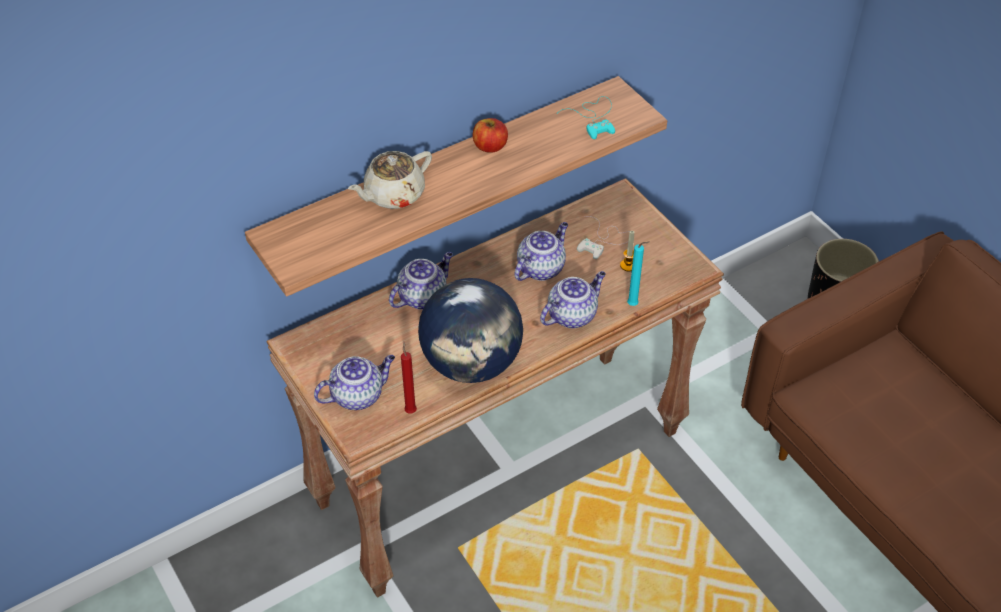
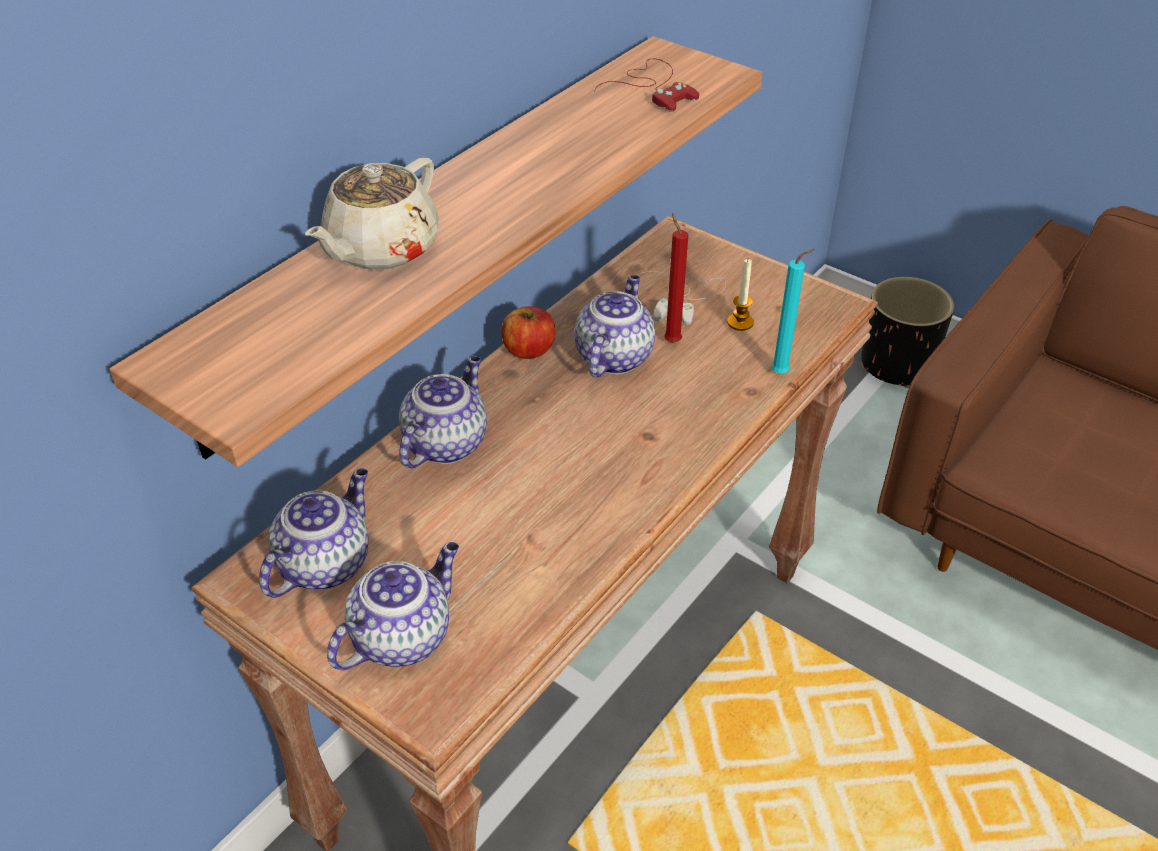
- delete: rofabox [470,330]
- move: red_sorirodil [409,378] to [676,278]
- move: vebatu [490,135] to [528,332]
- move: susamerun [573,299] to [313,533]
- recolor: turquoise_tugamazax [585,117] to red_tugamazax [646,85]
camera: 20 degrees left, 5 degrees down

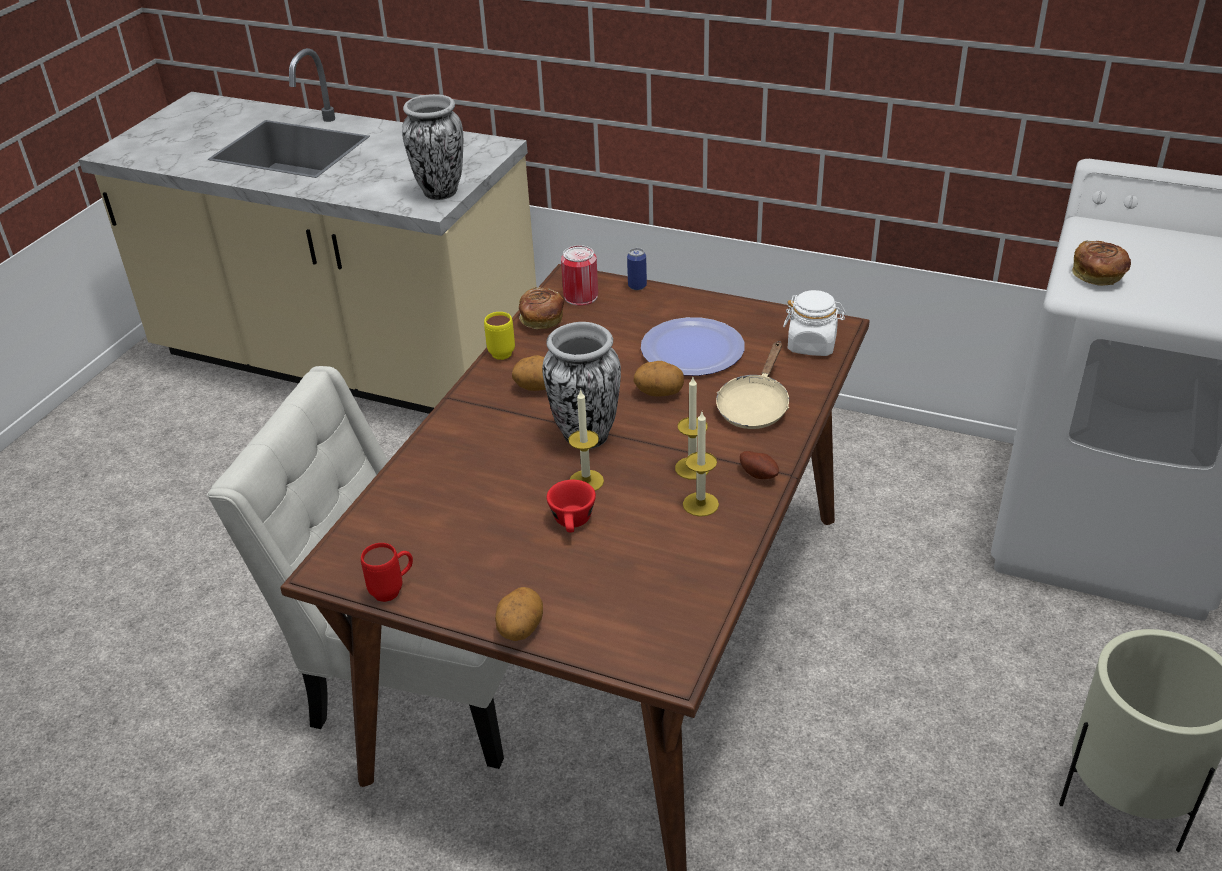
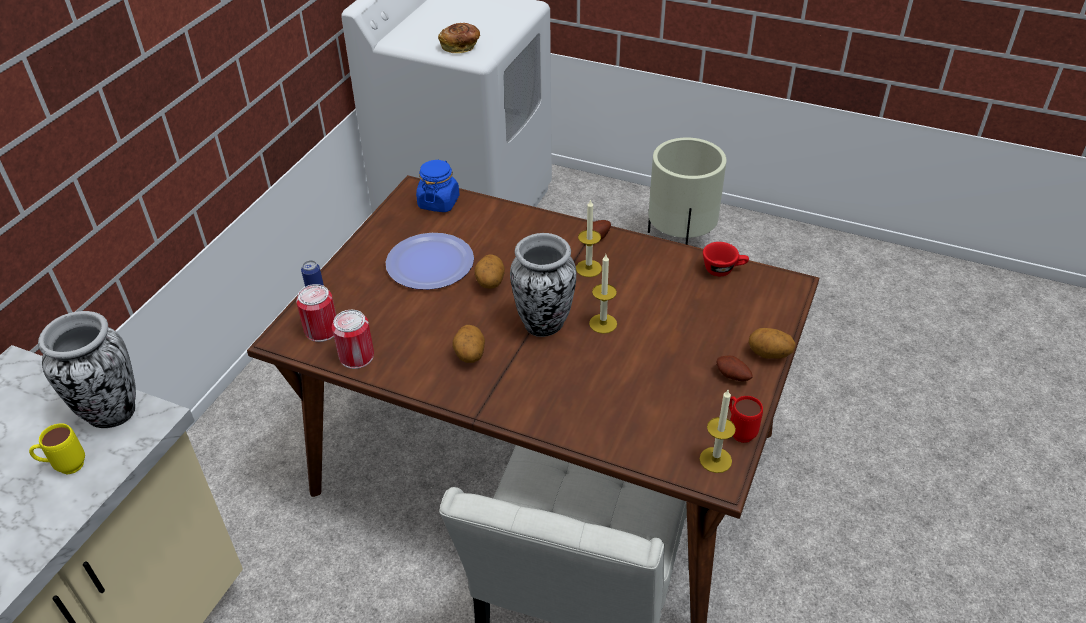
- delete: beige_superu [752,385]
- insert: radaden [734,368]
- move: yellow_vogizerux [499,336] to [57,448]
- move: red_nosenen [571,506] to [726,259]
- move: sorirodil [701,464] to [718,431]
- replace: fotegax [541,308] to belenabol [353,339]
- recolor: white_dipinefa [814,323] to blue_dipinefa [438,185]
camera: 90 degrees left, 5 degrees up

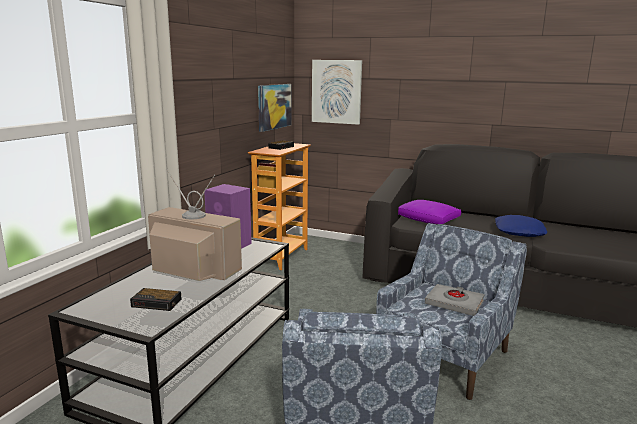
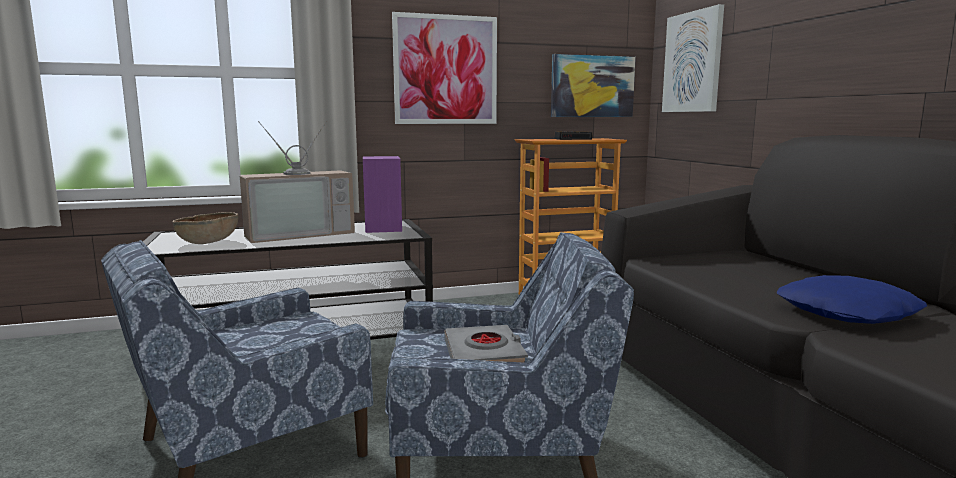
- delete: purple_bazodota [429,212]
- insert: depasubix [444,68]
- replace: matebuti [156,299] to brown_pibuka [205,228]
- rotate: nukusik [195,225] = [297,182] 75 degrees clockwise
camera: 50 degrees right, 5 degrees down

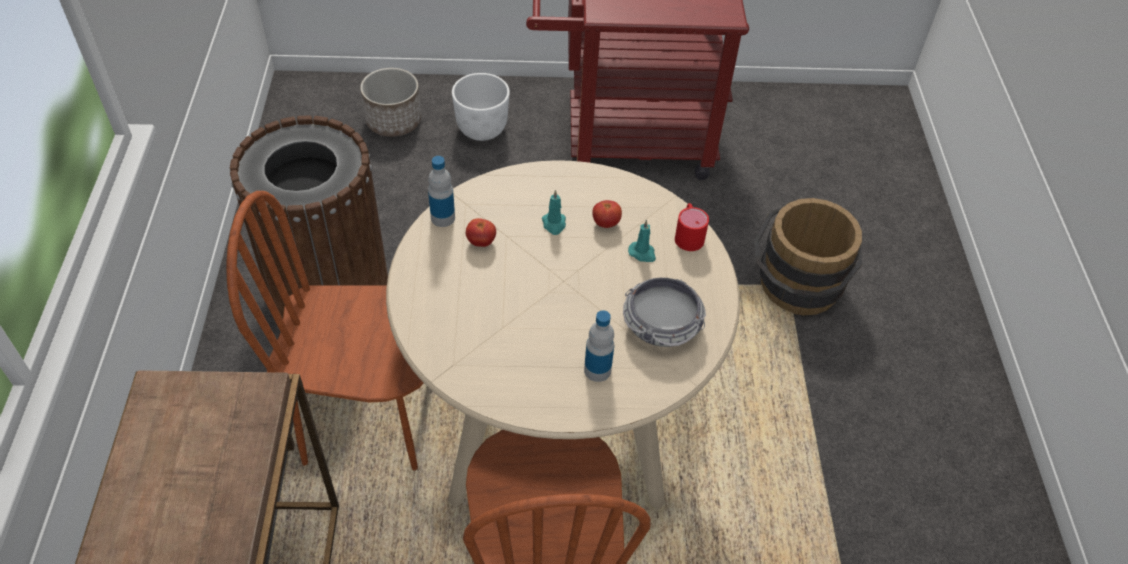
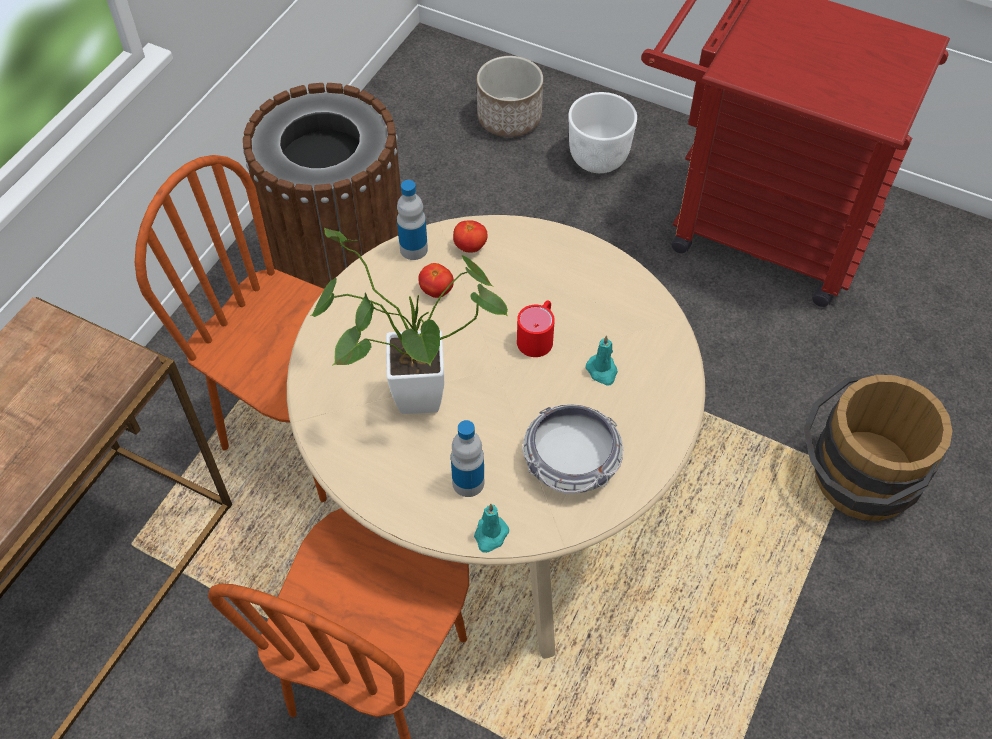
- insert: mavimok [409,321]
- move: turquoise_sorirodil [554,212] to [491,528]
- move: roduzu [607,214] to [470,236]
- move: red_vogizerux [692,227] to [536,328]
camera: 30 degrees right, 5 degrees up

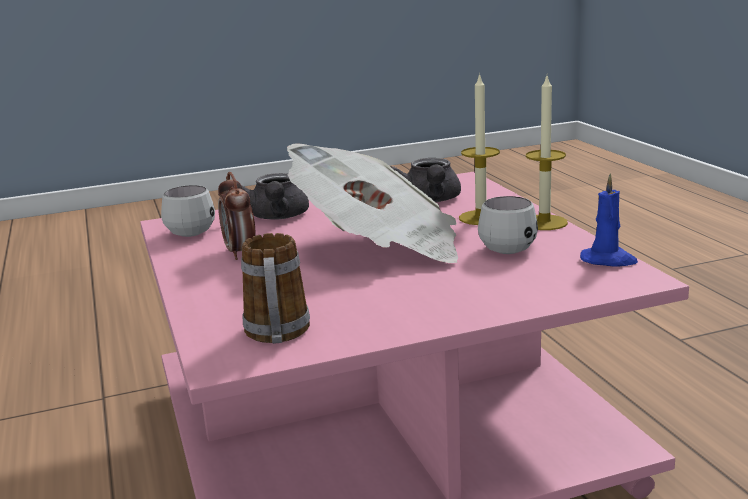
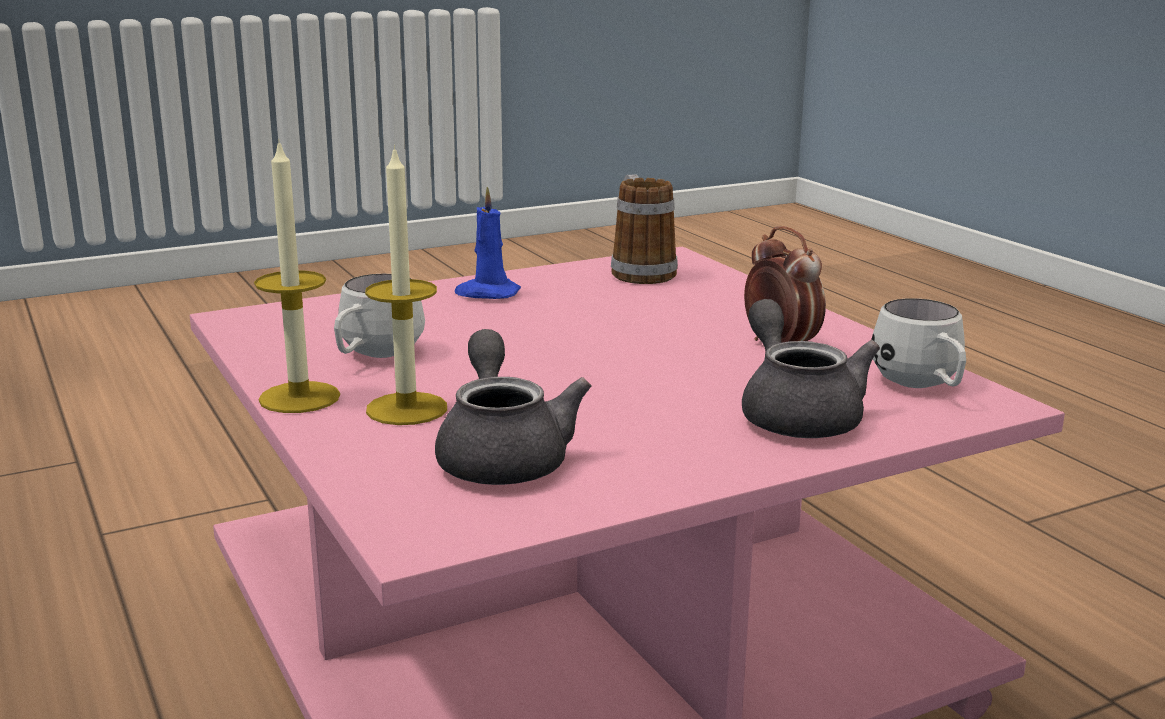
- delete: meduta [372,203]
- move: blue_sorirodil [609,220] to [488,243]
camera: 170 degrees right, 0 degrees up

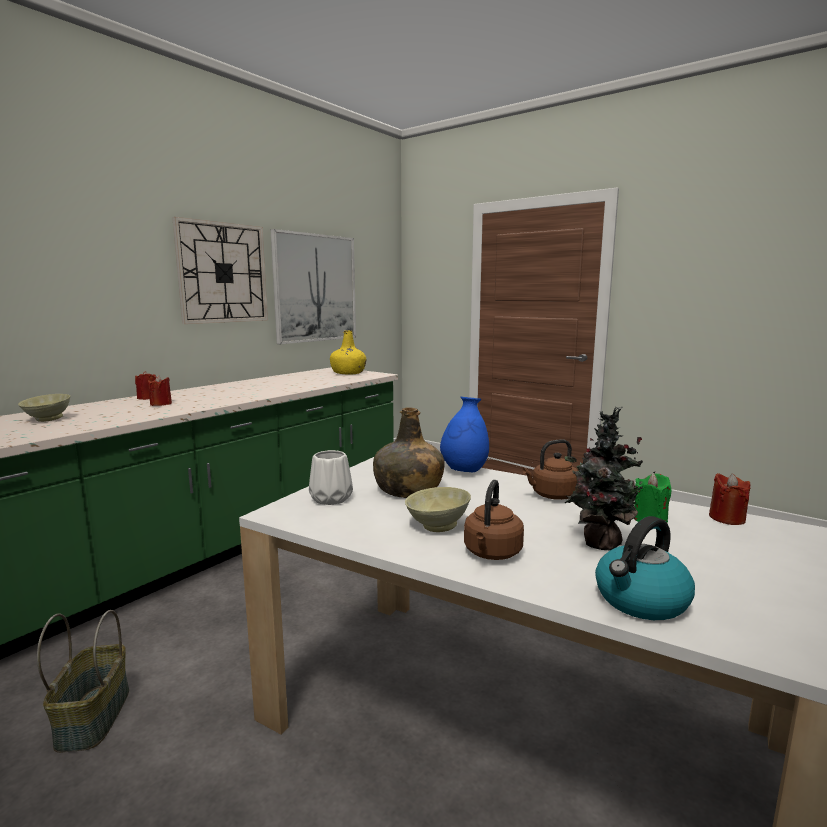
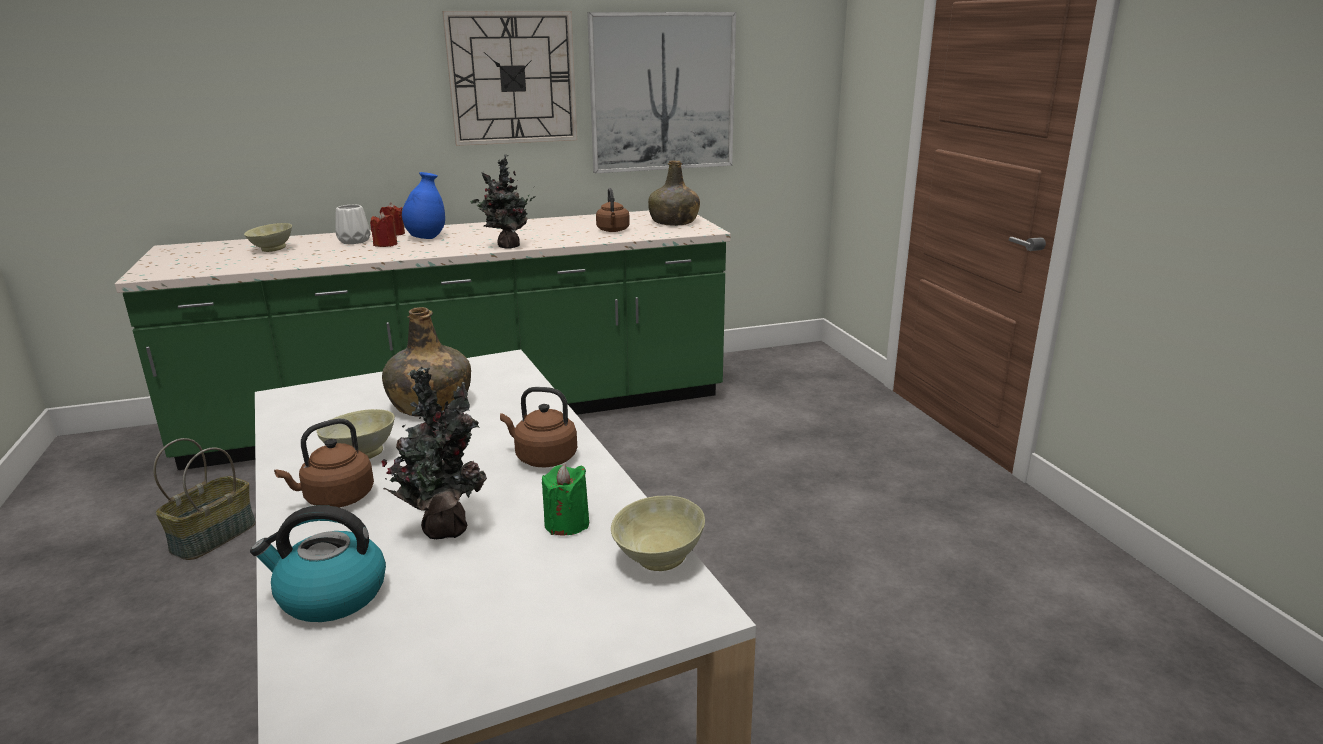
- insert: mavimok [502,201]
- insert: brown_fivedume [613,210]
- move: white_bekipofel [331,477] to [353,224]
- move: blue_bekipofel [464,434] to [423,205]
- replace: red_sorirodil [729,499] to beige_pibuka [658,533]
- recolor: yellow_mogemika [348,352] to green_mogemika [674,193]
camera: 35 degrees right, 10 degrees up

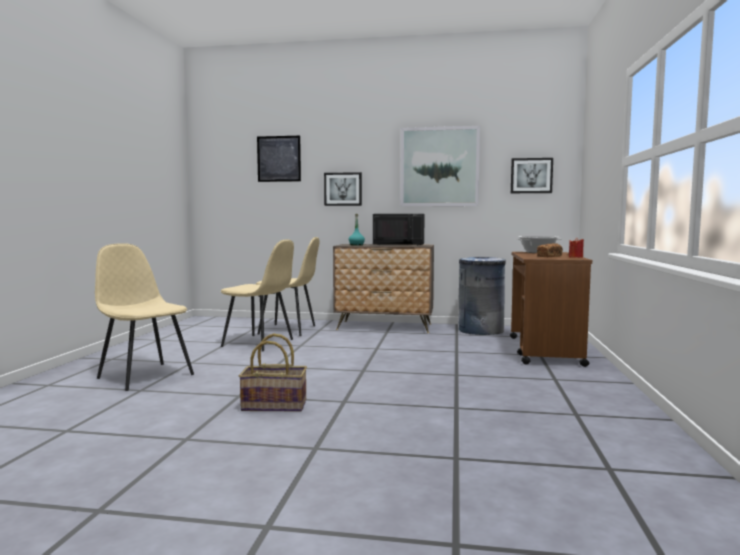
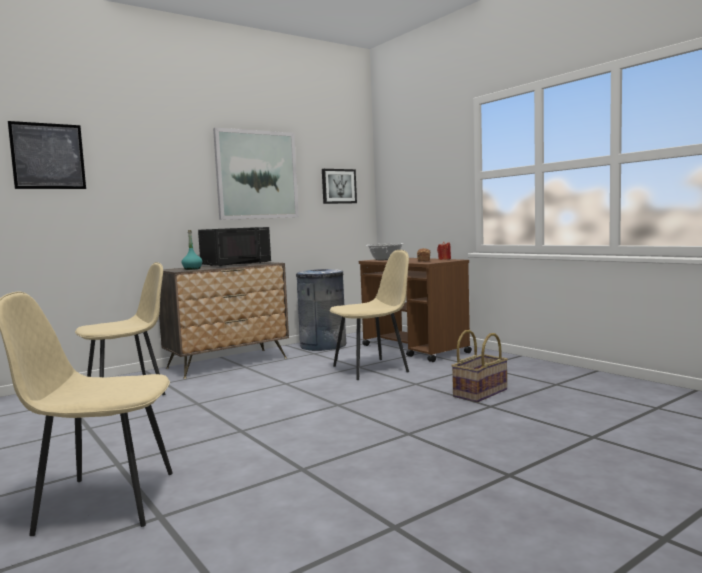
- delete: depasubix [343,189]
- move: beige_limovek [257,295] to [369,315]
- move: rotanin [273,372] to [479,366]
camera: 45 degrees left, 0 degrees up

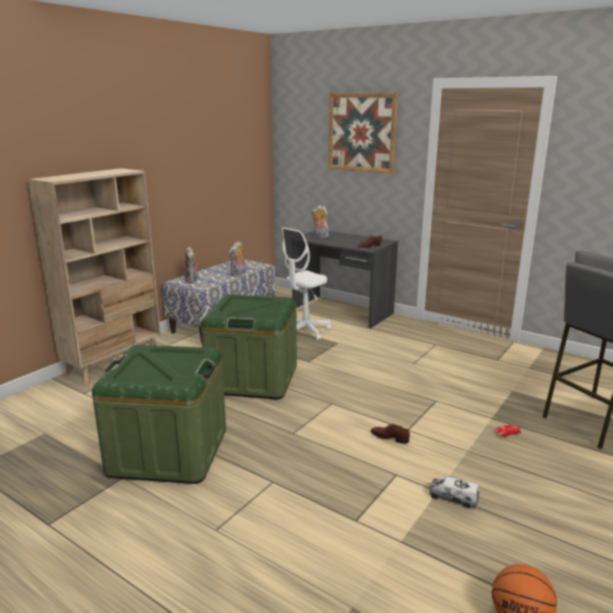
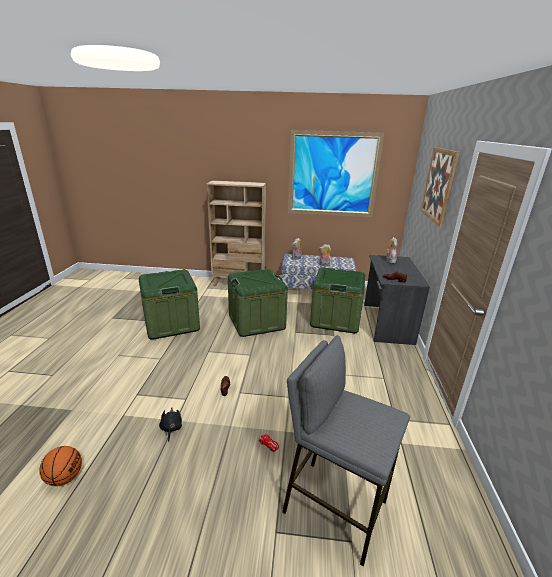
- insert: depasubix [336,173]
- replace: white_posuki [306,284] to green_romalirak [337,300]
- replace: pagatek [454,492] to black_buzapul [170,425]
camera: 60 degrees right, 5 degrees up

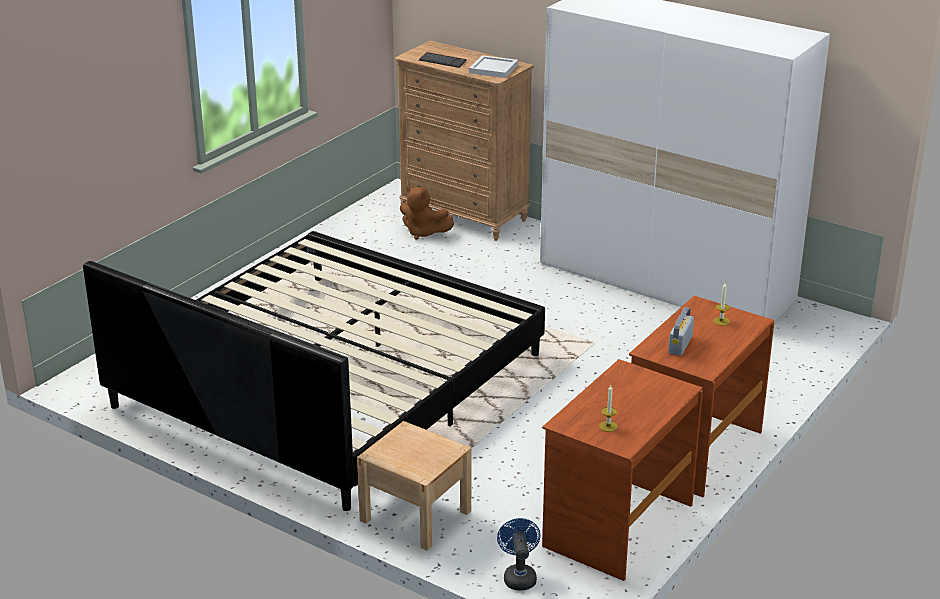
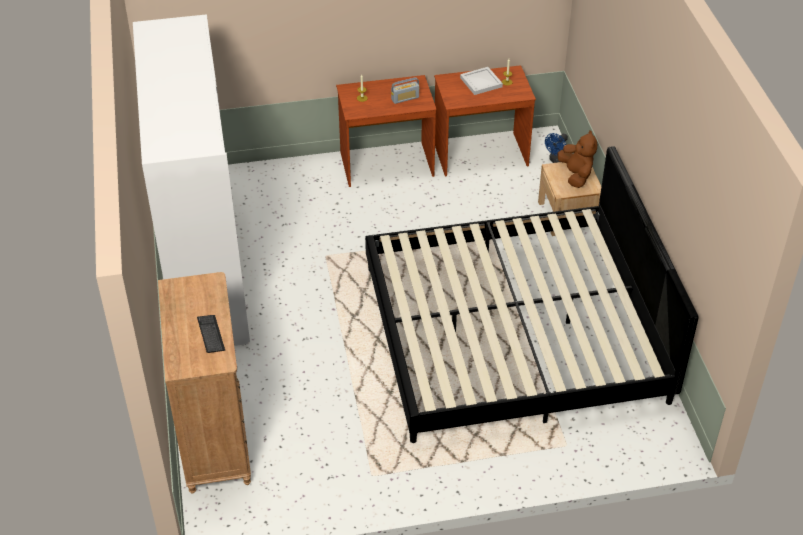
- move: brown_buzapul [427,213] to [577,159]
- move: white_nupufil [493,66] to [481,81]
camera: 135 degrees left, 15 degrees up

